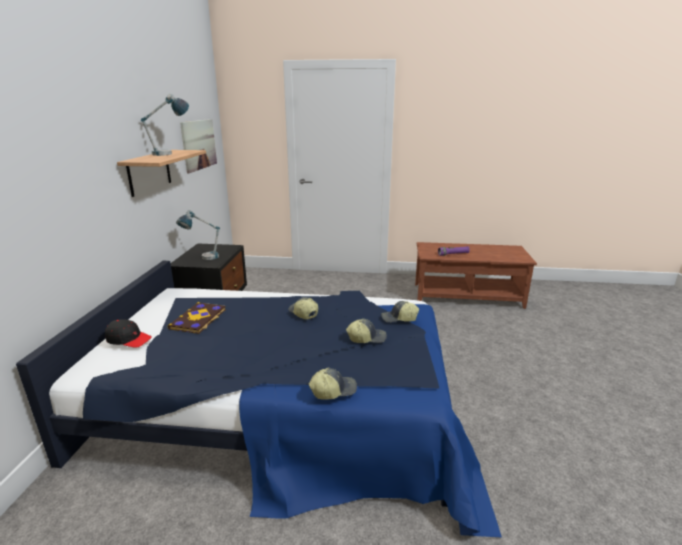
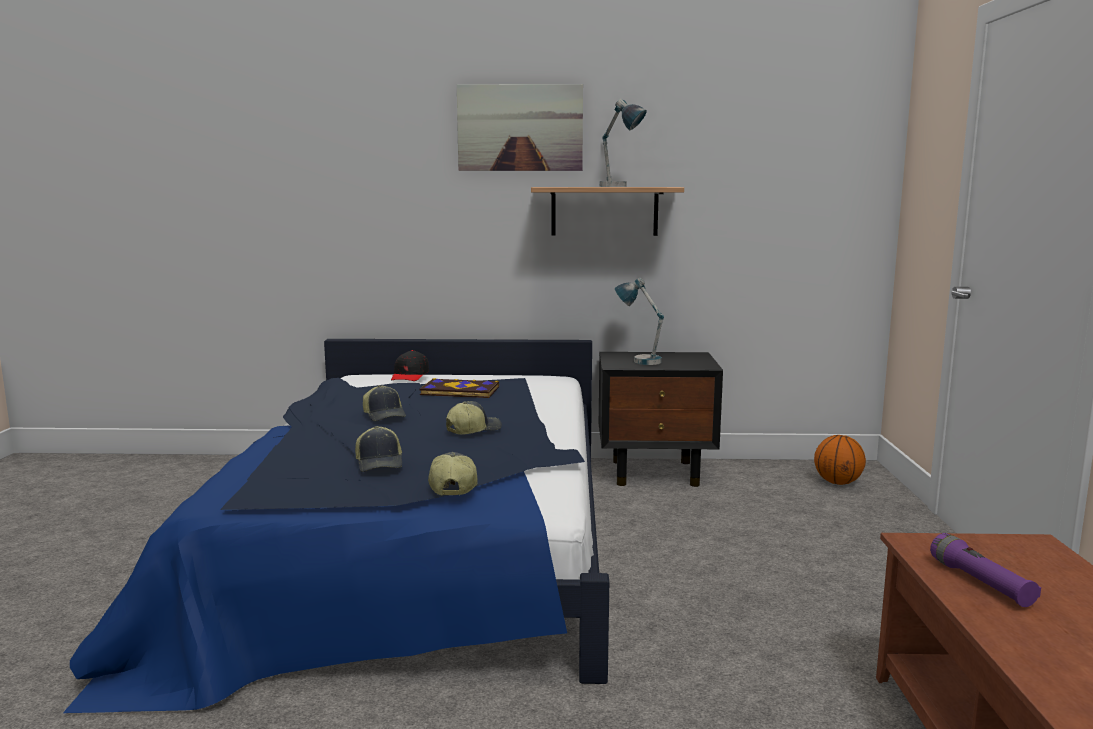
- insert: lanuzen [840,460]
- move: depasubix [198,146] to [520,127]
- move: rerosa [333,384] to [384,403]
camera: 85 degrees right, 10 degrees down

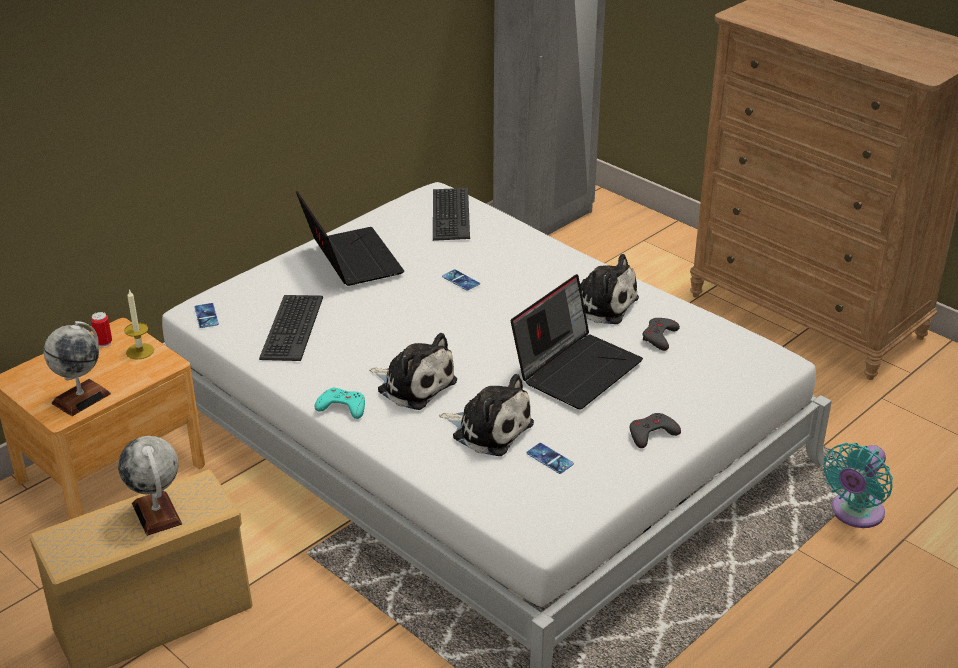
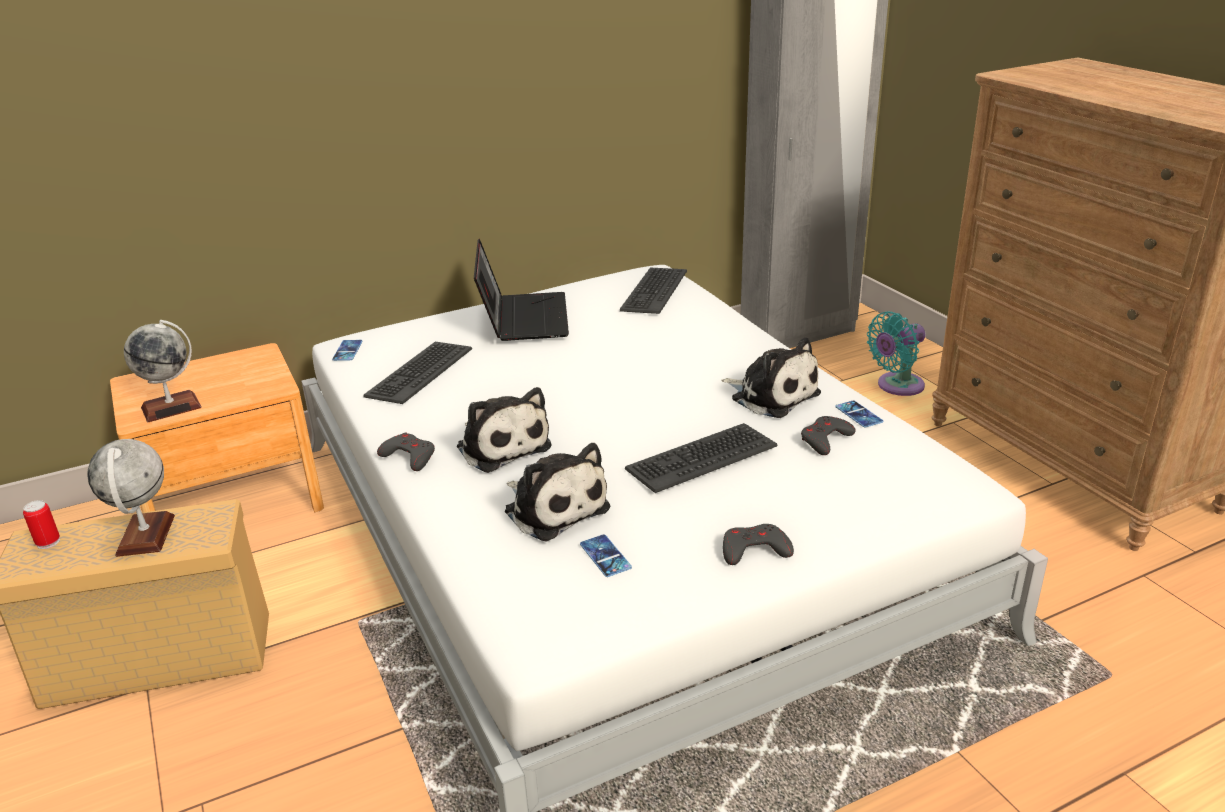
- delete: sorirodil [139,324]
- move: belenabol [101,329] to [41,524]
- move: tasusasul [461,280] to [859,414]
- move: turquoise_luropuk [858,485] to [896,354]
- replace: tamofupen [577,342] to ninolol [701,458]
- recolor: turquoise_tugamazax [340,403] to grey_tugamazax [406,452]
camera: 20 degrees right, 5 degrees down

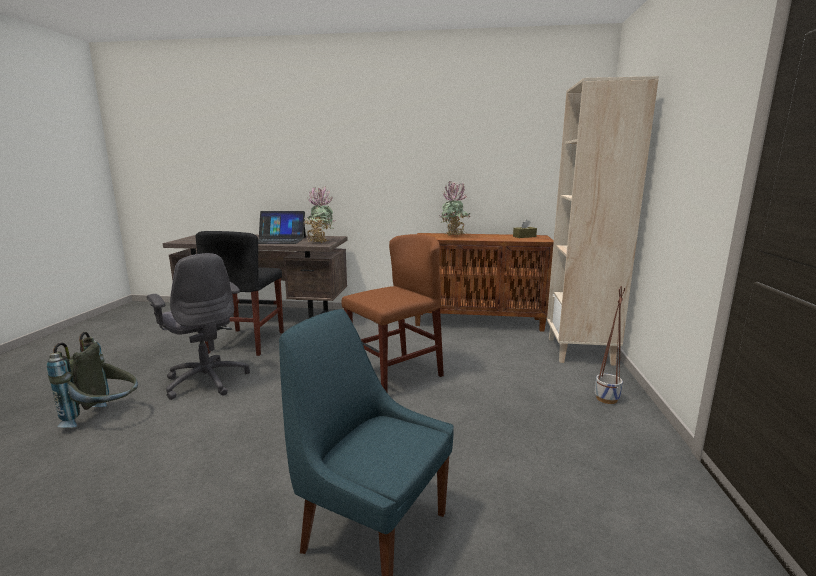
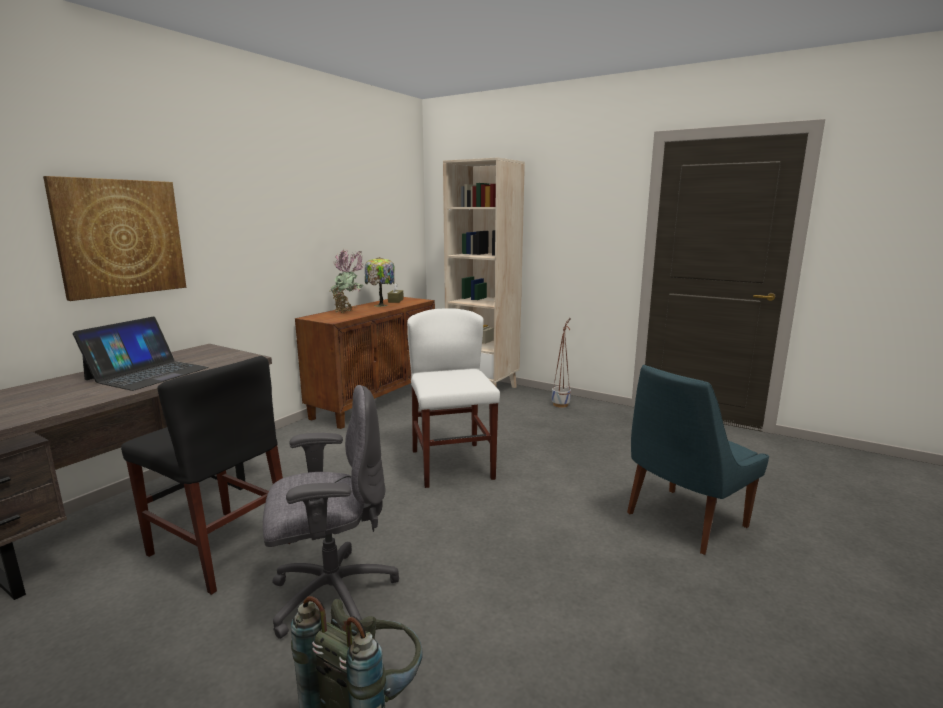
- delete: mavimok [319,214]
- insert: depasubix [114,238]
- insert: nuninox [380,282]
- recolor: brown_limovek [393,313] to white_limovek [453,398]
camera: 65 degrees left, 0 degrees up

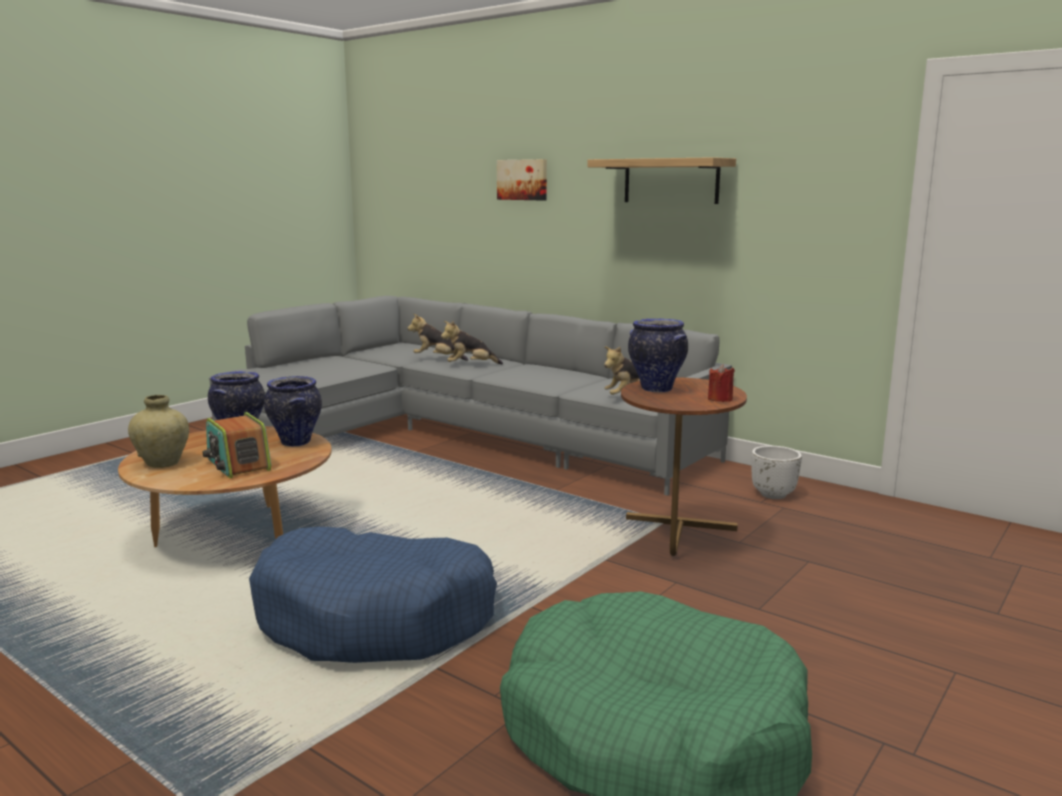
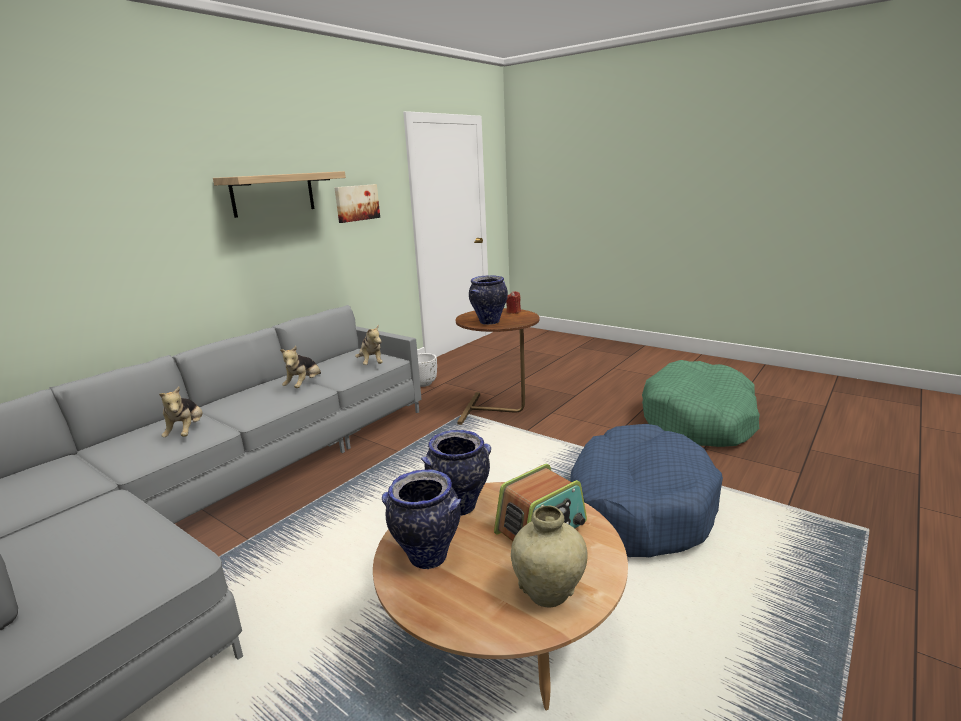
- move: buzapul [438,337] to [300,367]
- move: depasubix [522,179] to [357,203]
camera: 90 degrees left, 5 degrees up

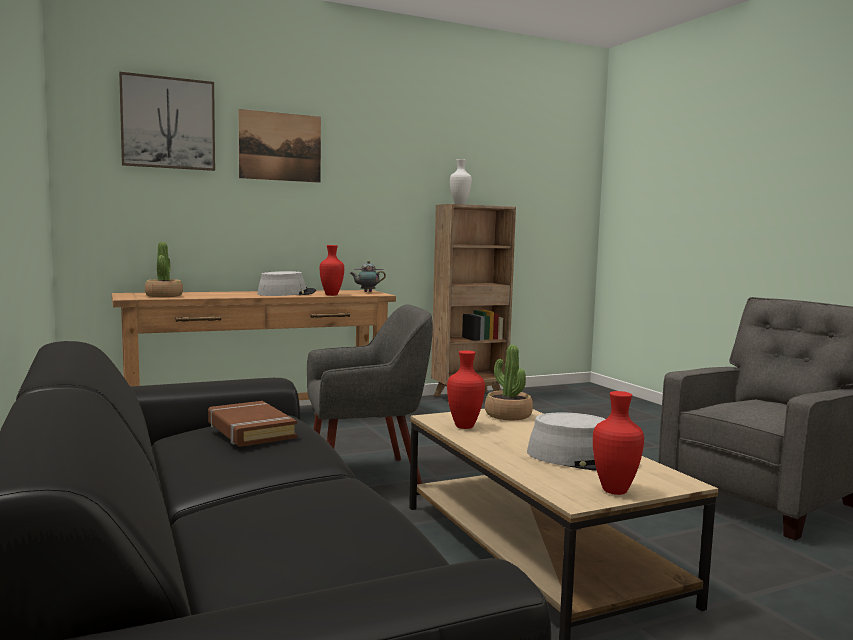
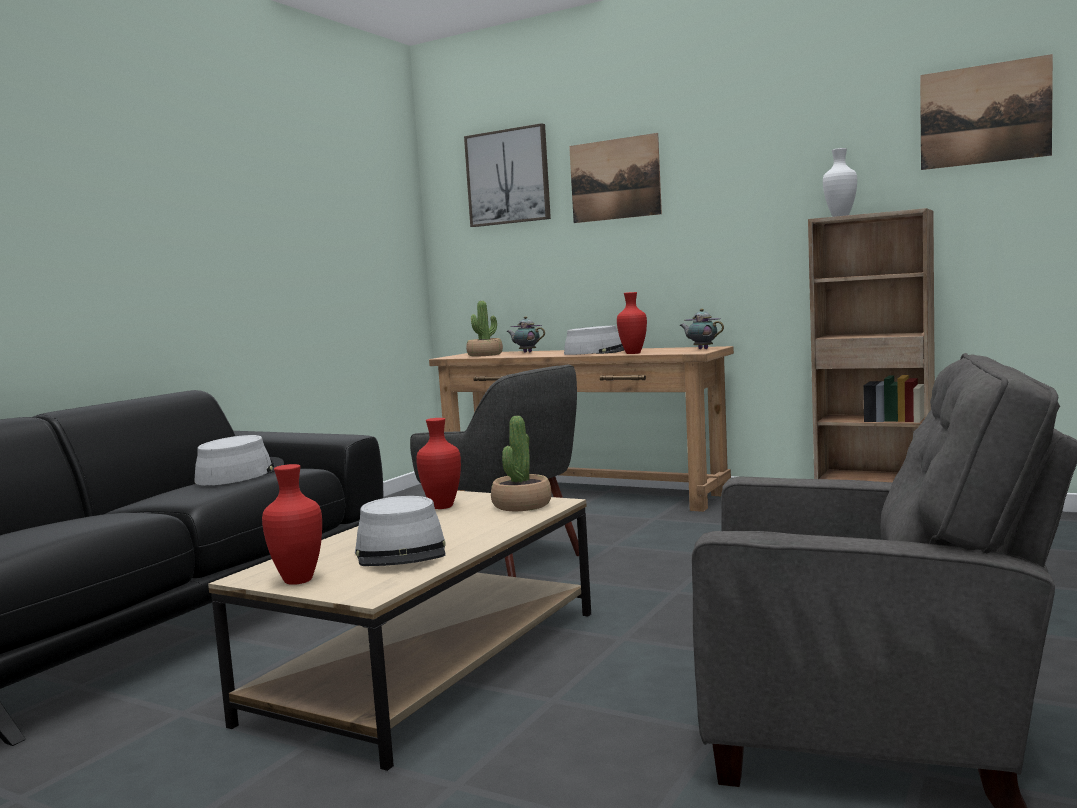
- insert: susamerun [525,334]
- insert: depasubix [986,112]
- replace: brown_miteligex [252,424] to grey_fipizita [239,460]
camera: 55 degrees right, 0 degrees up

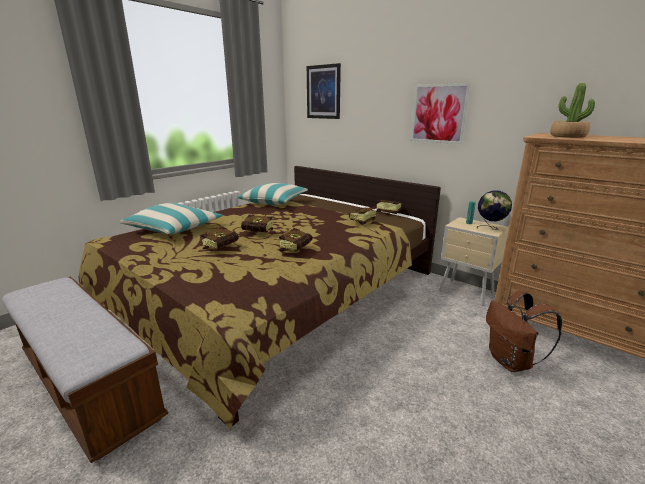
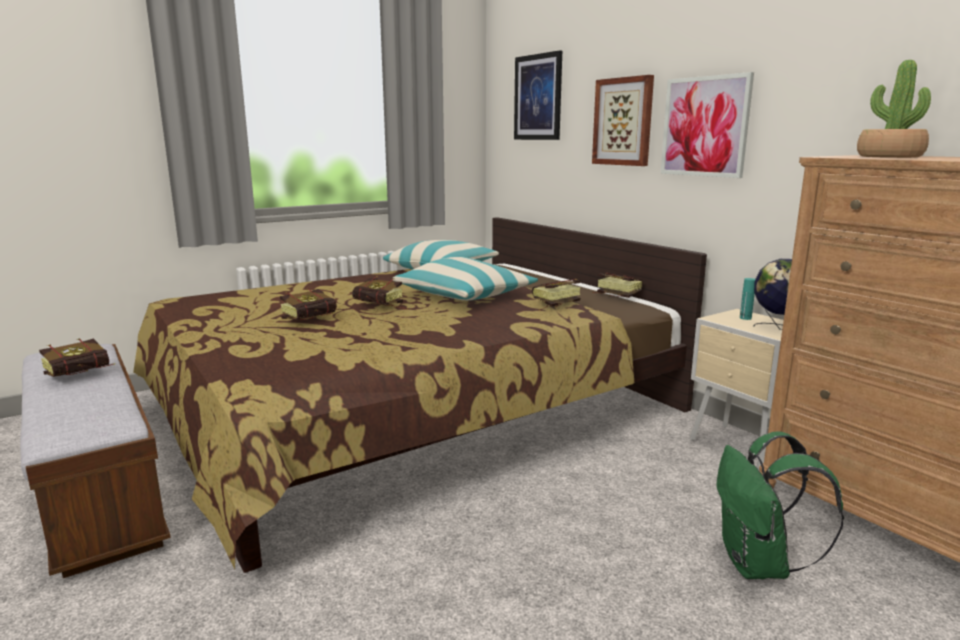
- insert: depasubix [623,120]
- move: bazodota [170,218] to [465,279]
- move: miteligex [295,240] to [77,357]
- recolor: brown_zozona [524,331] to green_zozona [780,505]
camera: 15 degrees right, 5 degrees down

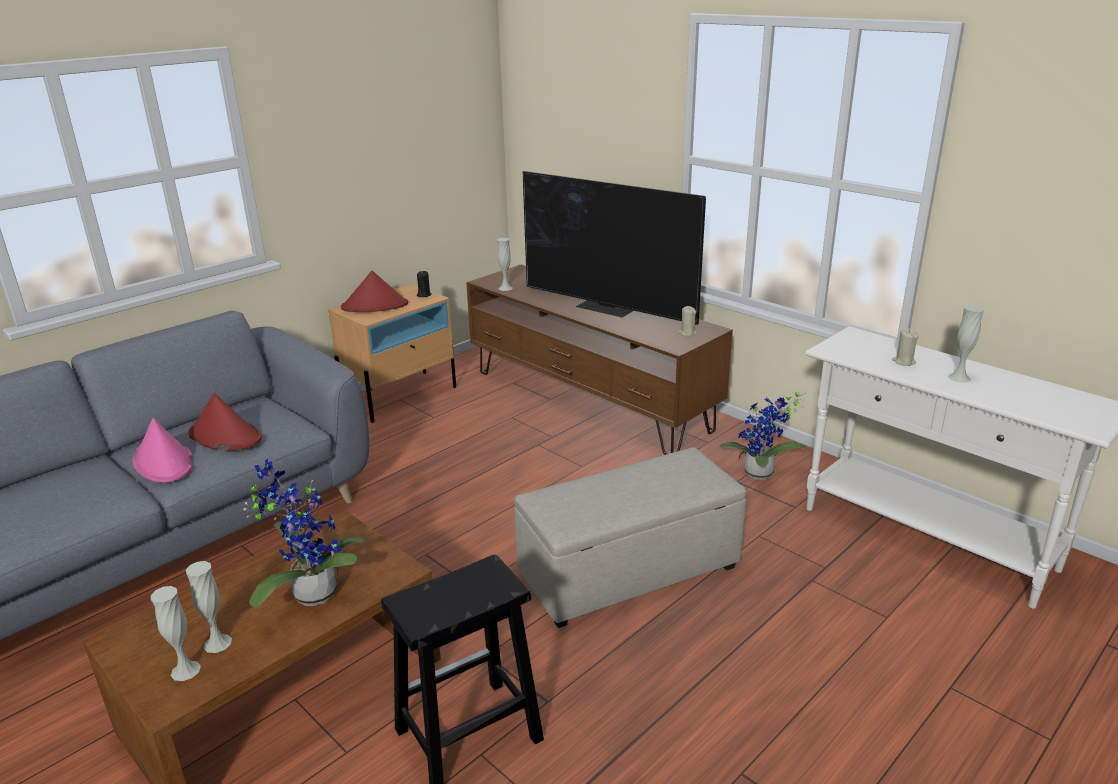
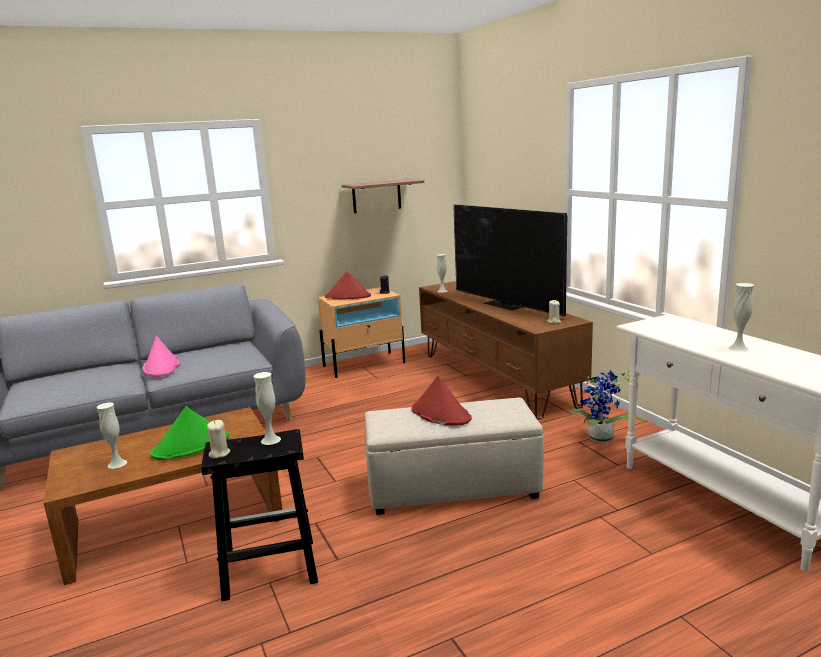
- insert: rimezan [382,196]
- move: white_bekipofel [176,633] to [267,408]
- move: red_fipizita [225,422] to [442,401]
- move: beige_sorirodil [905,347] to [218,439]
- replace: mavimok [304,533] to green_fipizita [189,433]
camera: 20 degrees right, 10 degrees down

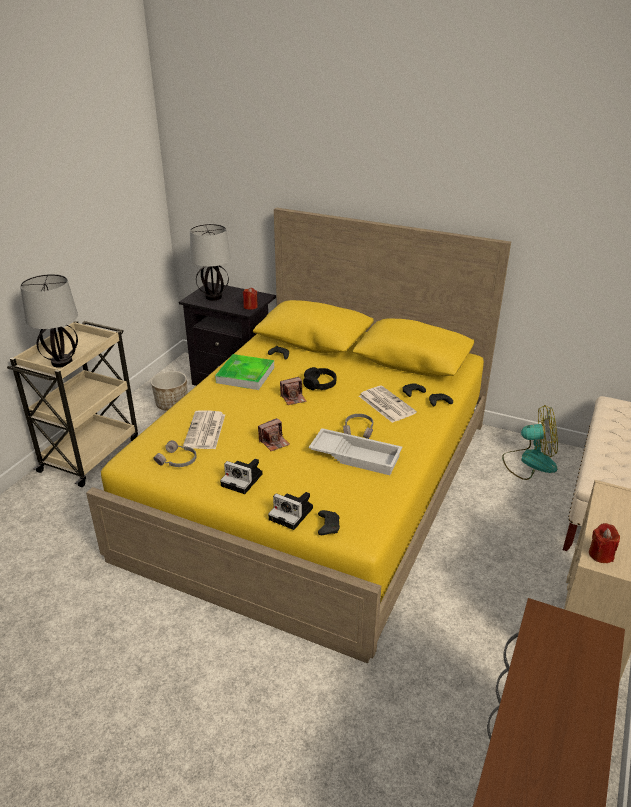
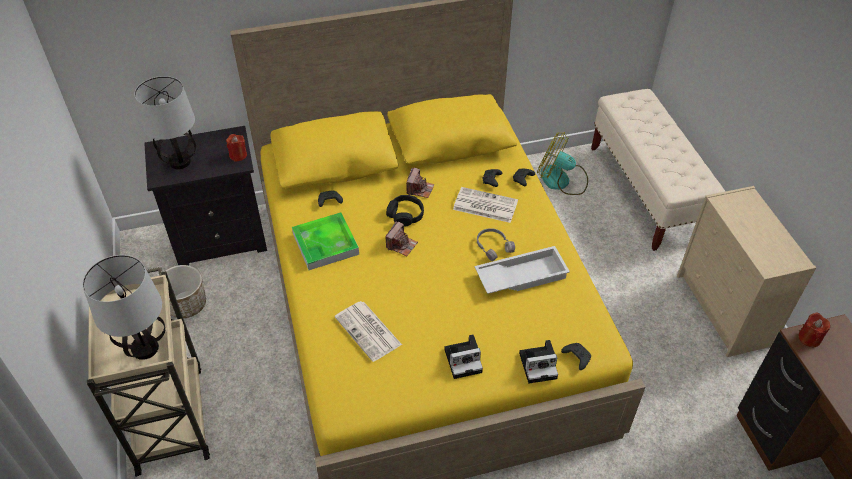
- delete: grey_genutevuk [175,453]
- move: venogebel [274,434] to [420,183]
- move: red_sorirodil [604,543] to [814,330]
- rotate: luropuk [530,442] = [562,163] 120 degrees counterclockwise
camera: 40 degrees left, 15 degrees up

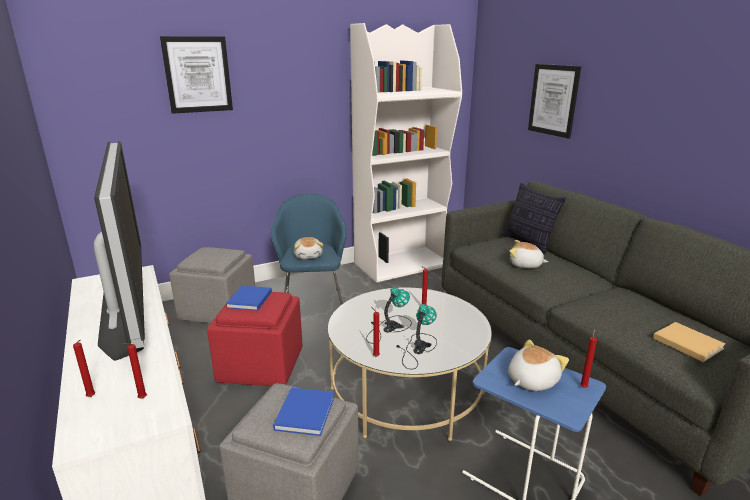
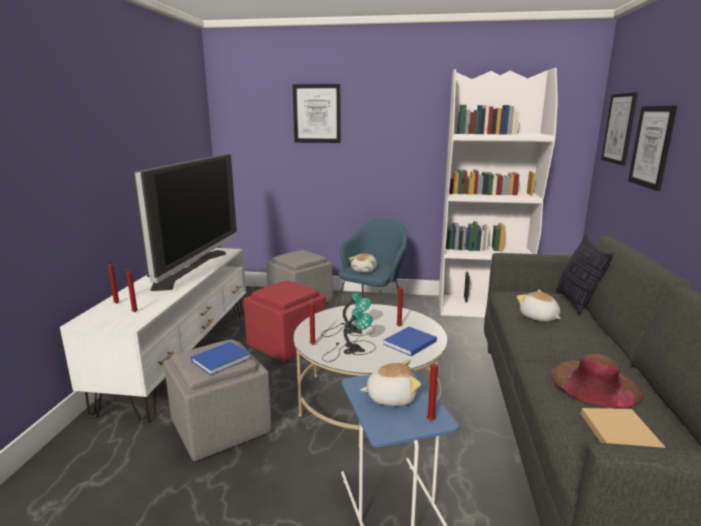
- insert: brown_fipizita [597,381]
- insert: depasubix [619,129]
- move: blue_miteligex [249,298] to [410,341]
camera: 35 degrees right, 5 degrees down

